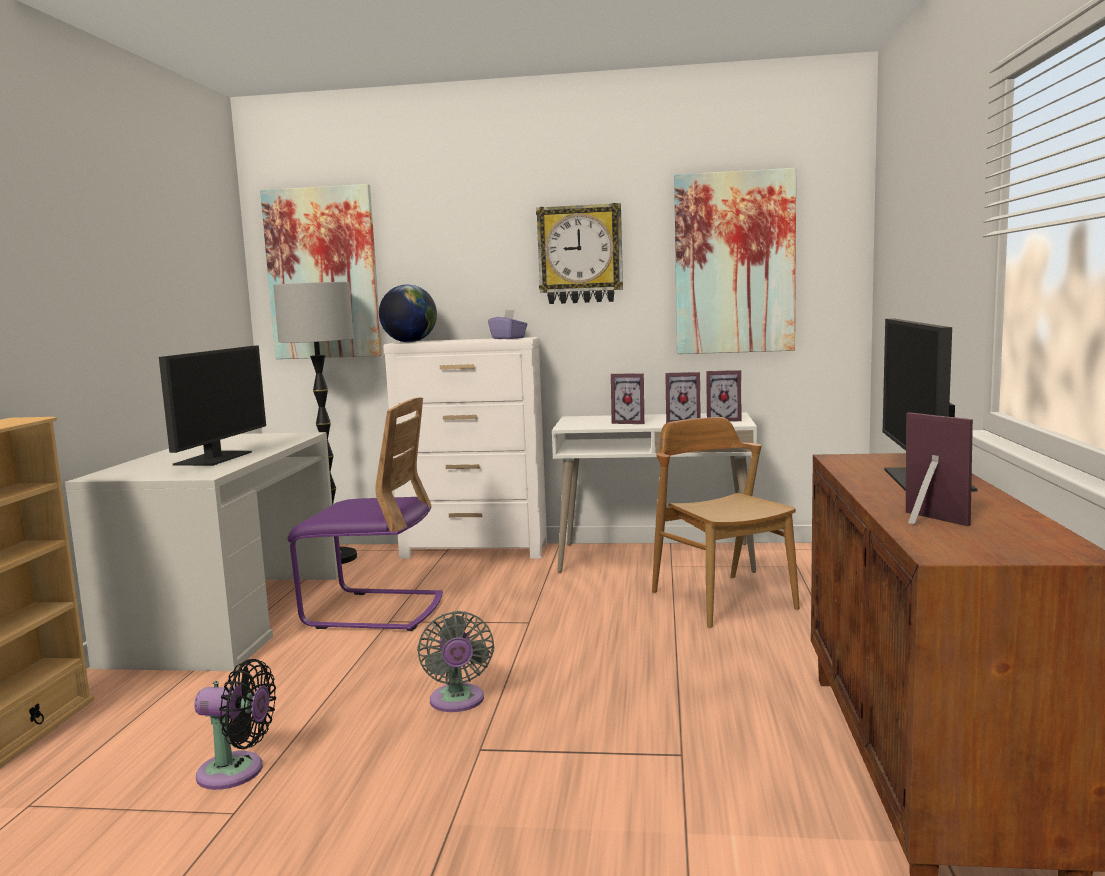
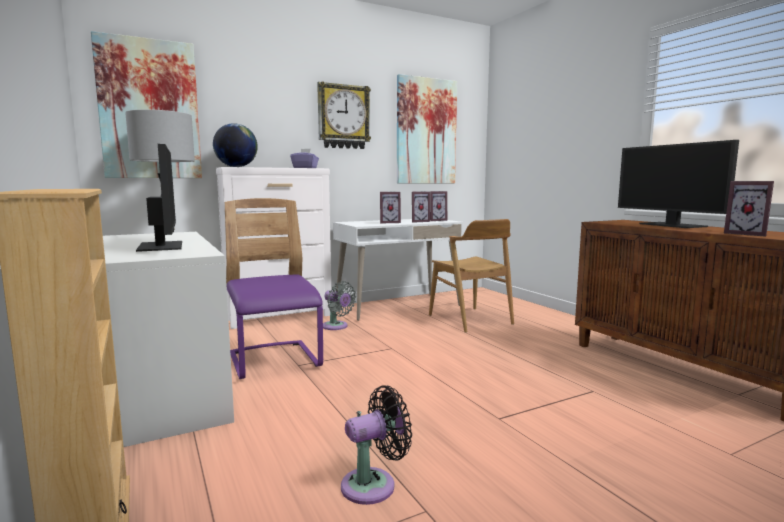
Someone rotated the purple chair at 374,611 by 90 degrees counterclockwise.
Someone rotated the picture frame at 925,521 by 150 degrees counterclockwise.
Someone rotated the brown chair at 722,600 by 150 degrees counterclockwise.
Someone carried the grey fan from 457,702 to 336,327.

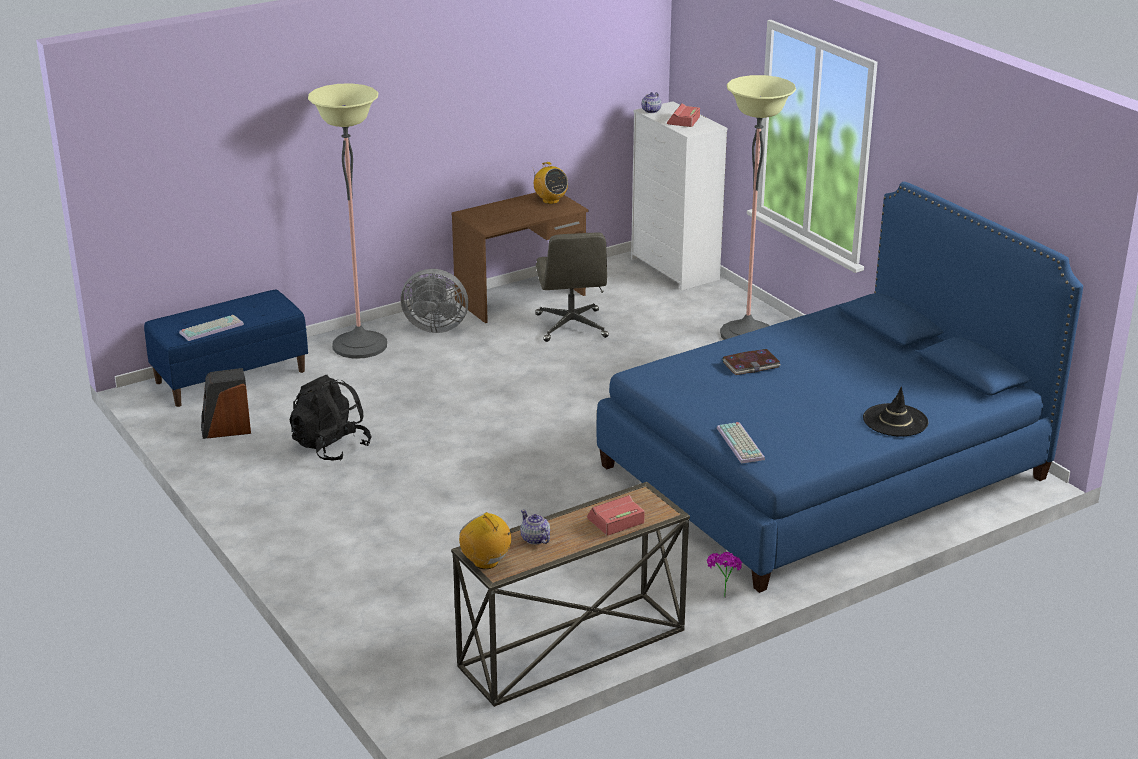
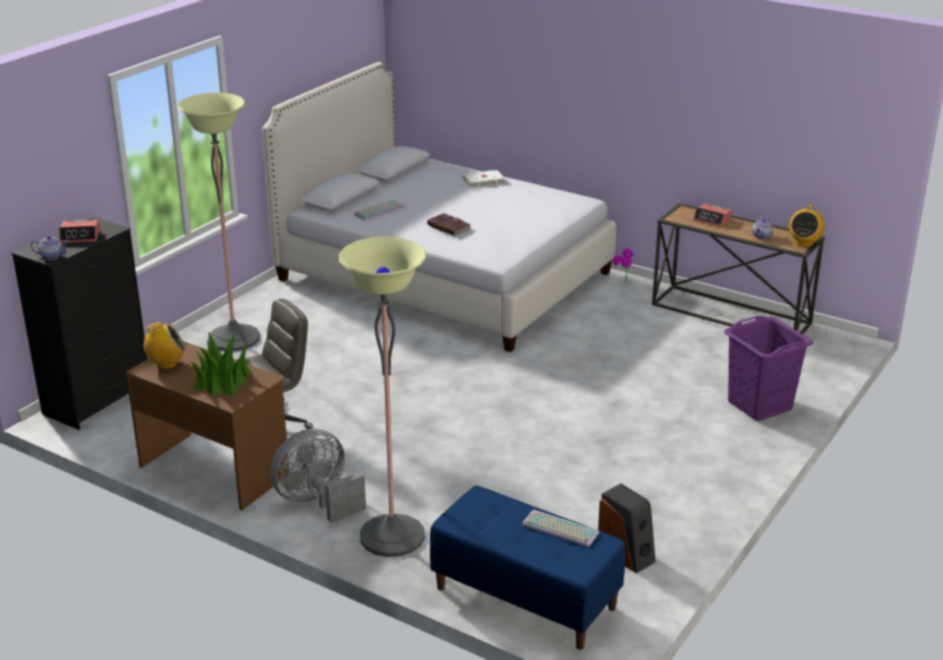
Someone repainted the white dresser at 675,269, which became the black dresser at 98,399.
Someone rotated the radio at 550,200 by 45 degrees clockwise.
Someone repainted the blue bed at 823,471, which became the white bed at 443,276.
Someone rotated the grey fan at 434,327 by 105 degrees counterclockwise.
Someone took away the black backpack at 331,447.
Someone swapped the black hat at 895,420 for the white book at 483,180.
Someone carried the keyboard from 742,444 to 379,210.
Someone put down the purple laundry basket at 759,406.
Someone put down the potted plant at 222,381.

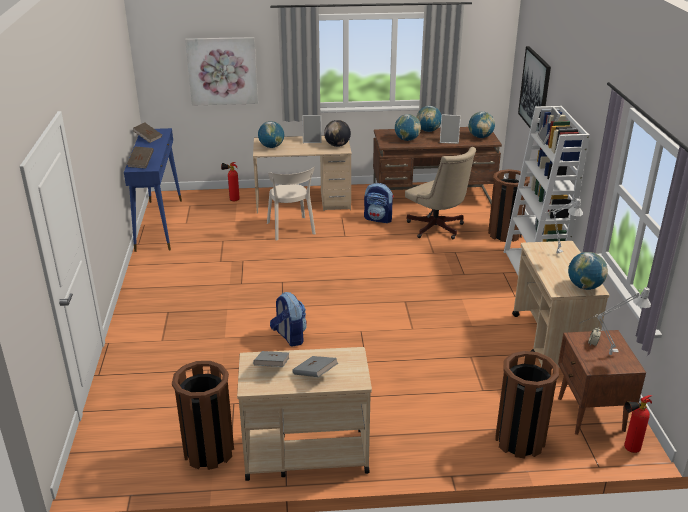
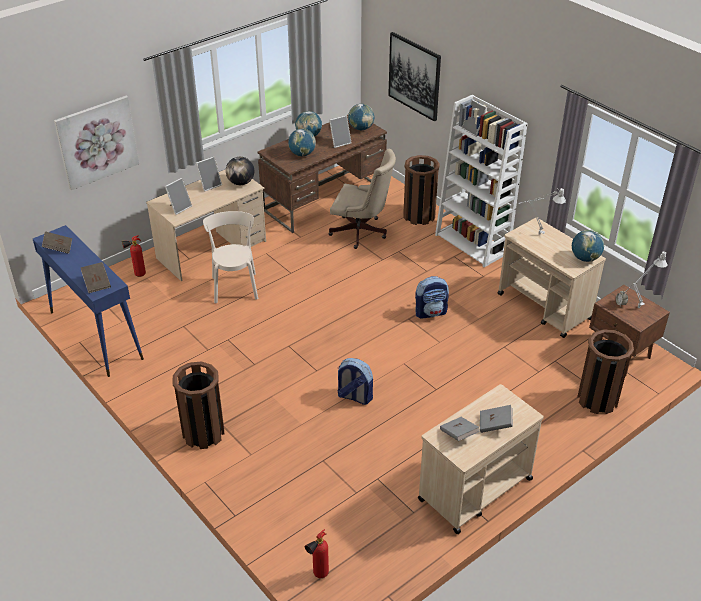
Someone swapped the globe at 271,147 for the picture frame at 179,207.
Someone rotated the beige chair at 291,229 by 135 degrees counterclockwise.
Someone carried the backpack from 378,219 to 431,312.
Someone carried the brown trash can from 209,451 to 203,433.
Someone carried the fire extinguisher from 628,449 to 318,575.

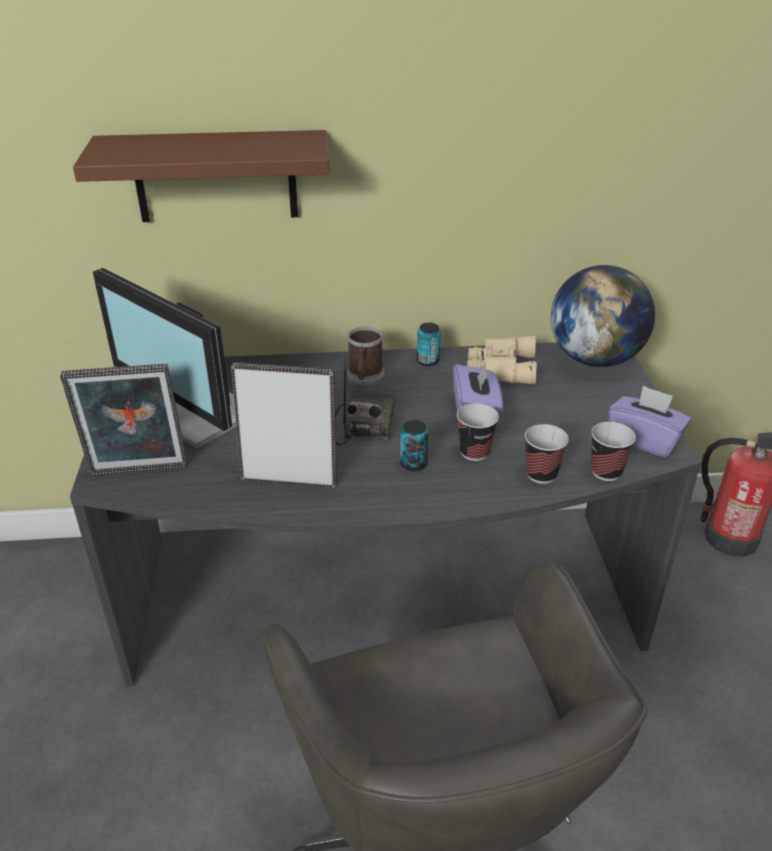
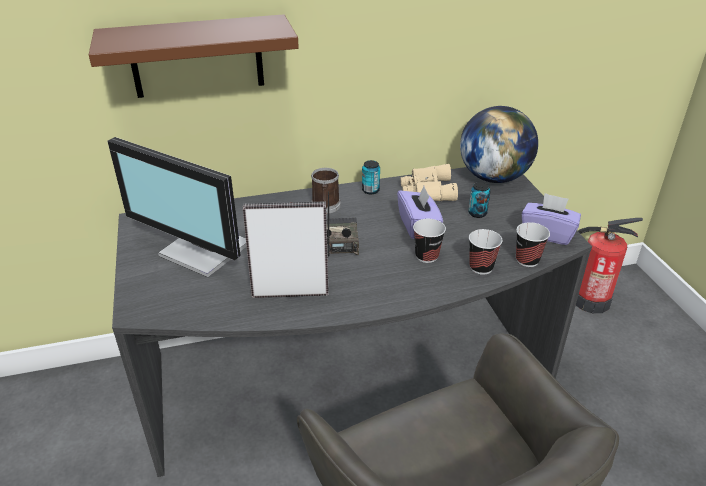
Someone took away the picture frame at 138,473.
Someone carried the can from 413,464 to 477,213.

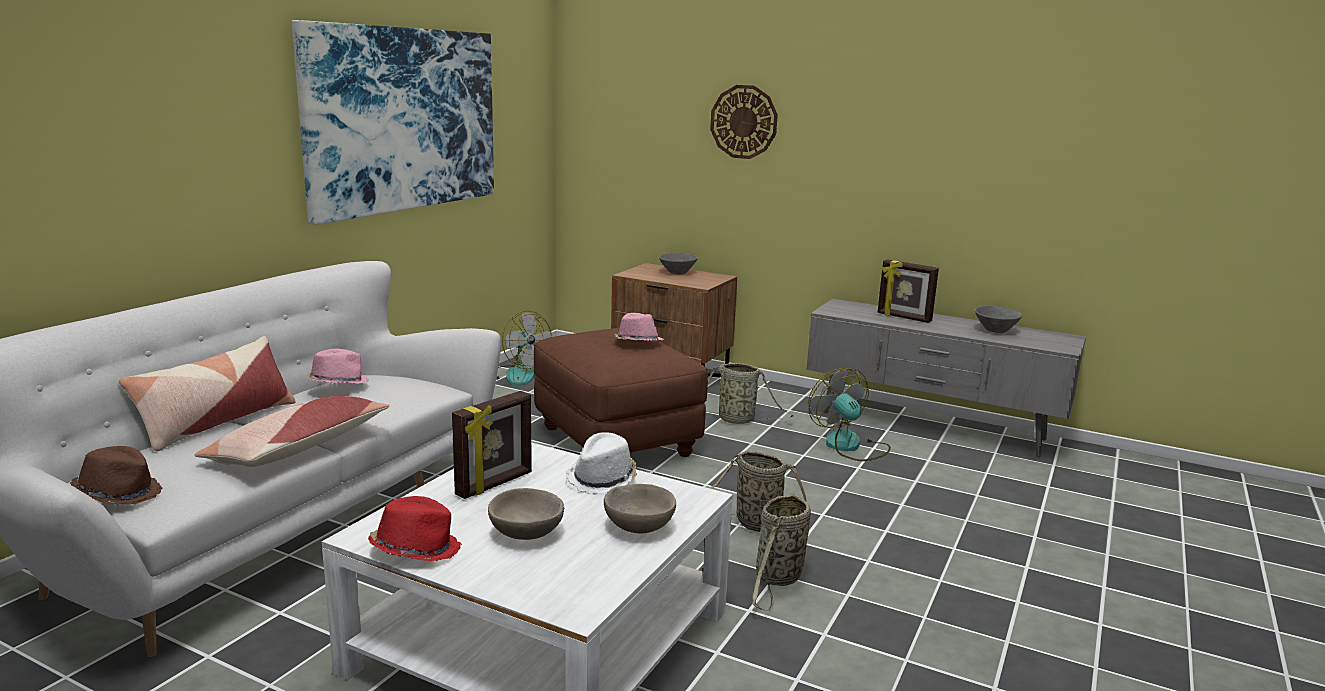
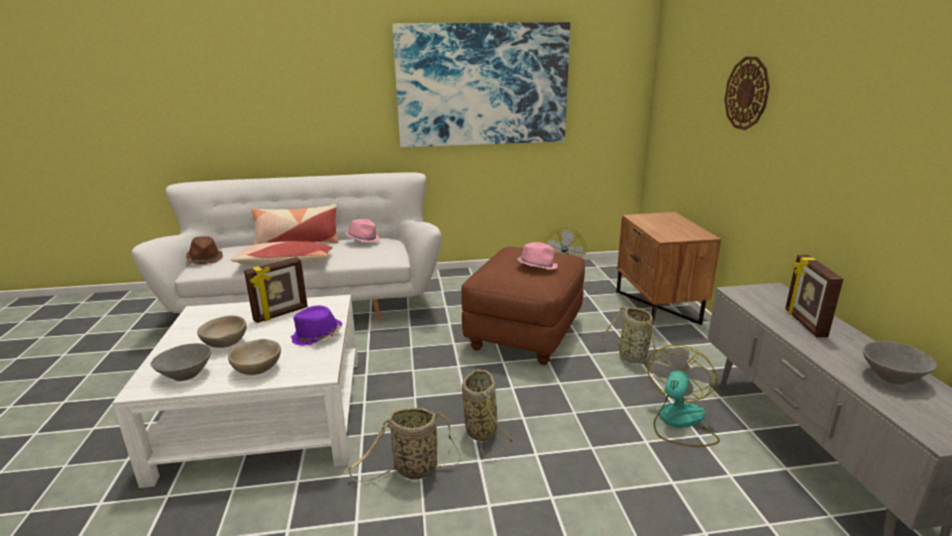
Someone carried the grey bowl from 677,273 to 185,375.
Someone rotated the picture frame at 495,484 by 45 degrees counterclockwise.
Someone repainted the white hat at 603,479, which became the purple hat at 317,336.
Someone took away the red hat at 416,549.

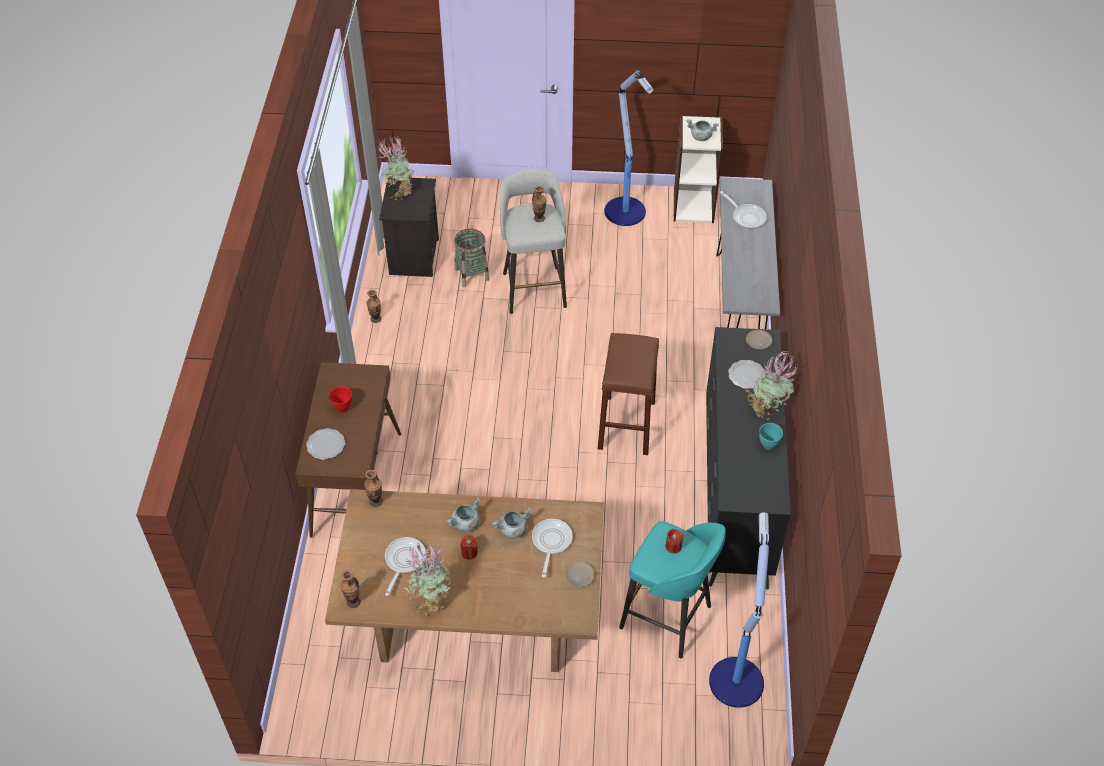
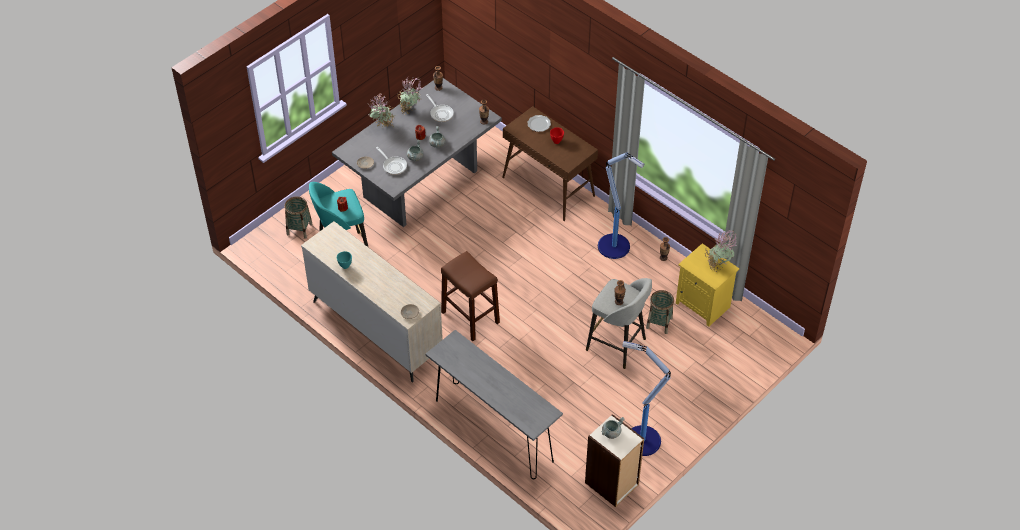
Someone repainted the black nightstand at 413,255, which became the yellow nightstand at 704,305.
Someone took away the frying pan at 746,217.
Someone repainted the black dresser at 735,497, which became the beige dresser at 375,329.
Someone carried the potted plant from 766,409 to 383,127.
Someone took away the plate at 746,375.
Someone repainted the brown dining table at 473,624, which became the grey dining table at 420,183.
Someone carried the floor lamp from 736,679 to 615,247.
Someone put down the basket at 299,229.

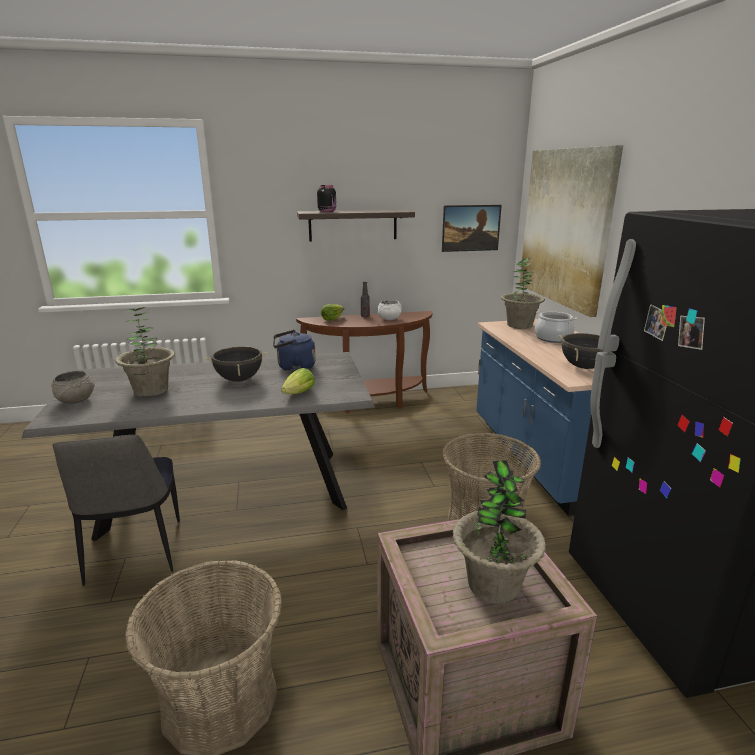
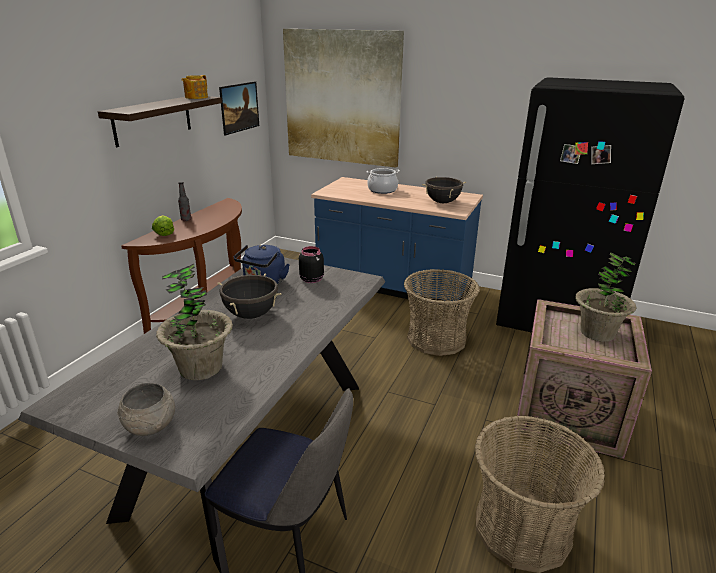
Someone carried the black jar from 327,211 to 311,279.
Someone took away the potted plant at 519,325.
Someone took away the white bowl at 389,319.
Someone took away the lettuce at 299,393.
Someone put down the teapot at 195,97.

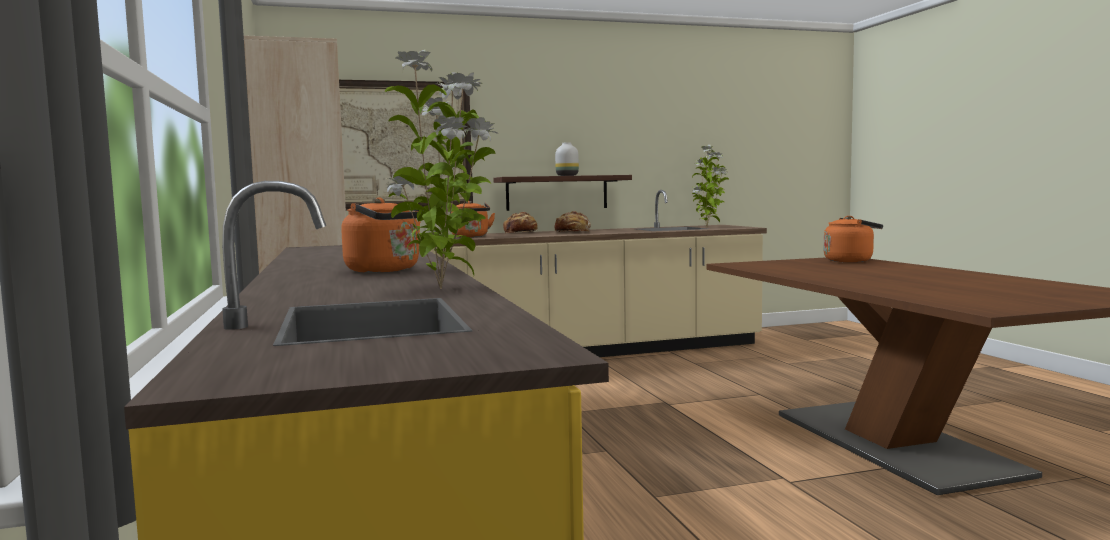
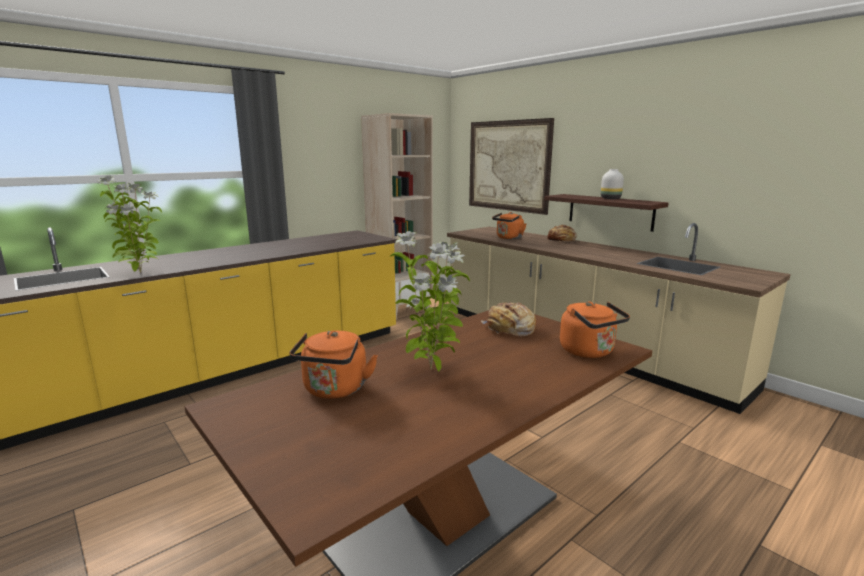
Someone carried the potted plant from 708,227 to 432,370.
Someone carried the orange kettle from 387,270 to 334,390.
Someone carried the bread from 572,232 to 510,329.

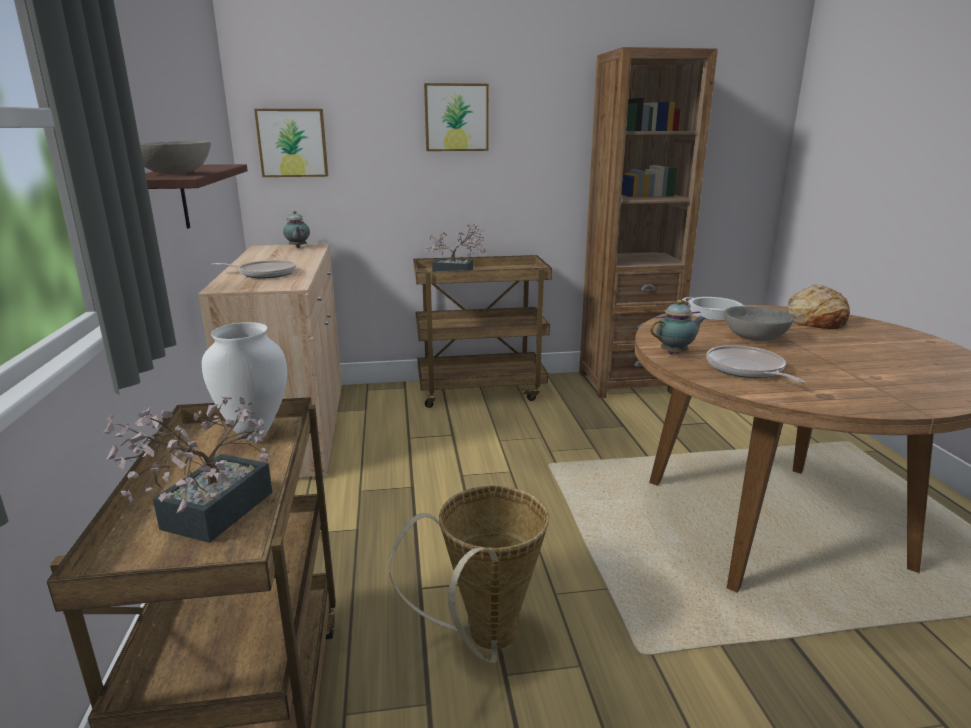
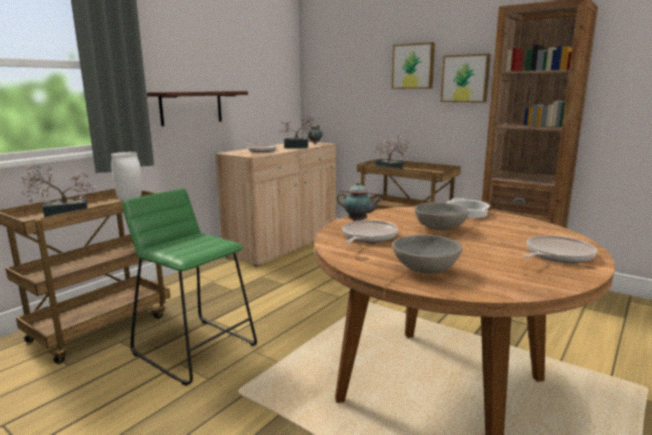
Someone carried the picture from 292,143 to 465,78.
Someone carried the grey bowl from 173,174 to 425,269.
Someone took away the bread at 815,320.
Someone swapped the basket at 484,640 for the green stool at 196,349.
Someone put down the potted plant at 299,147.
Someone put down the frying pan at 556,255.

